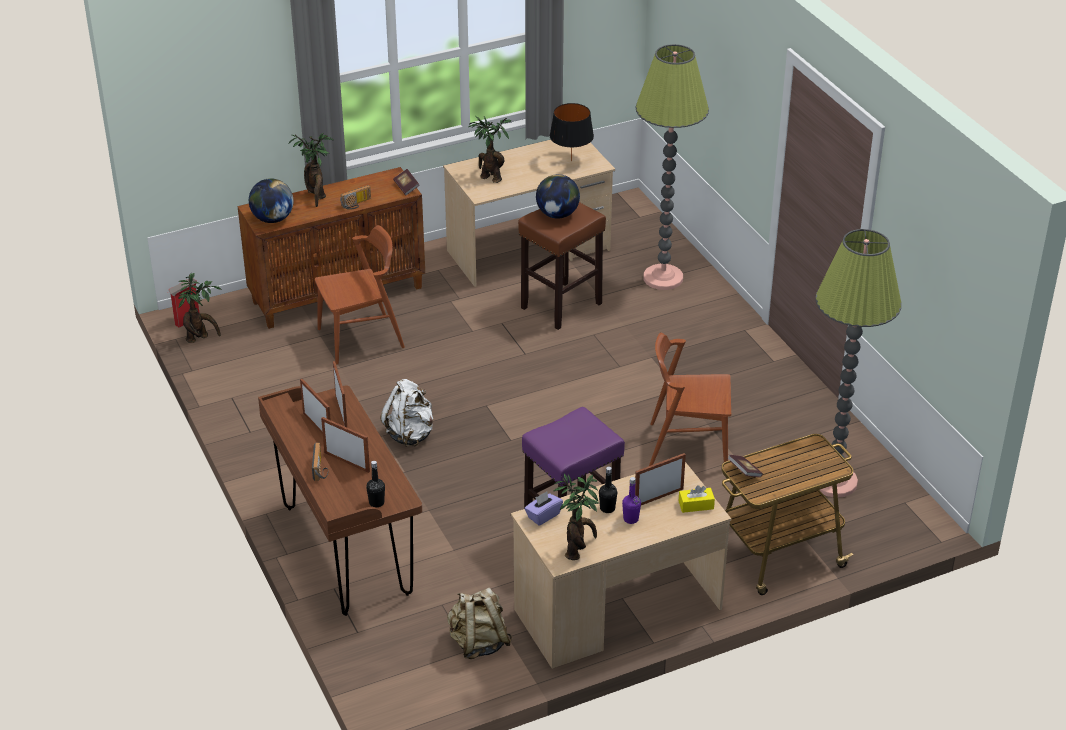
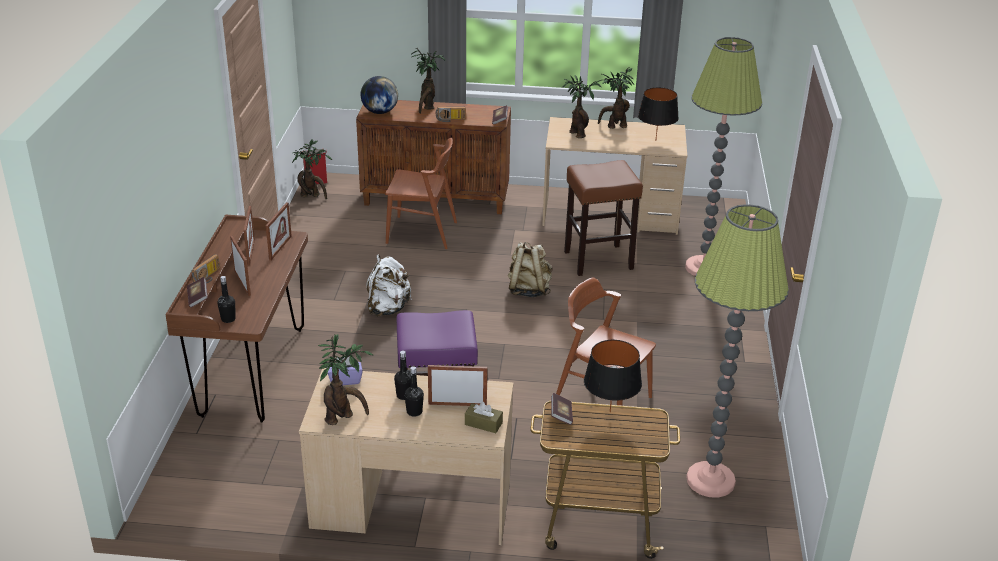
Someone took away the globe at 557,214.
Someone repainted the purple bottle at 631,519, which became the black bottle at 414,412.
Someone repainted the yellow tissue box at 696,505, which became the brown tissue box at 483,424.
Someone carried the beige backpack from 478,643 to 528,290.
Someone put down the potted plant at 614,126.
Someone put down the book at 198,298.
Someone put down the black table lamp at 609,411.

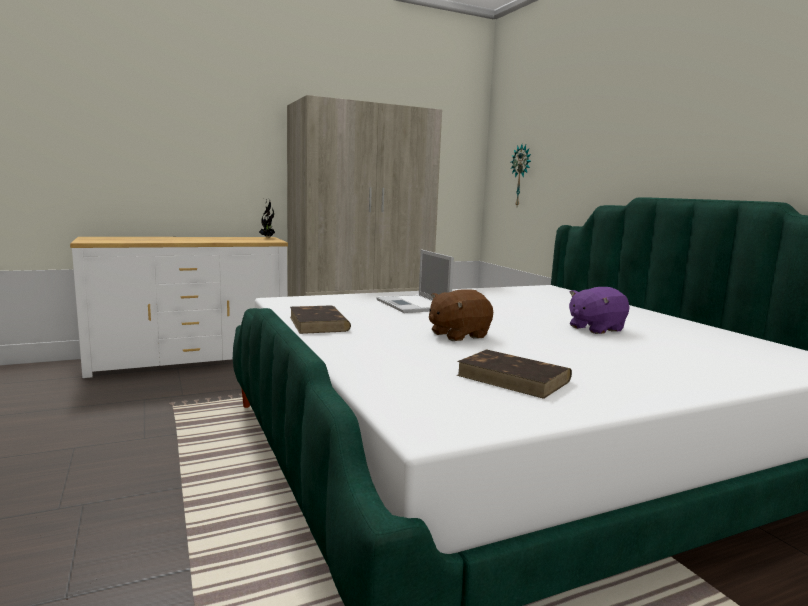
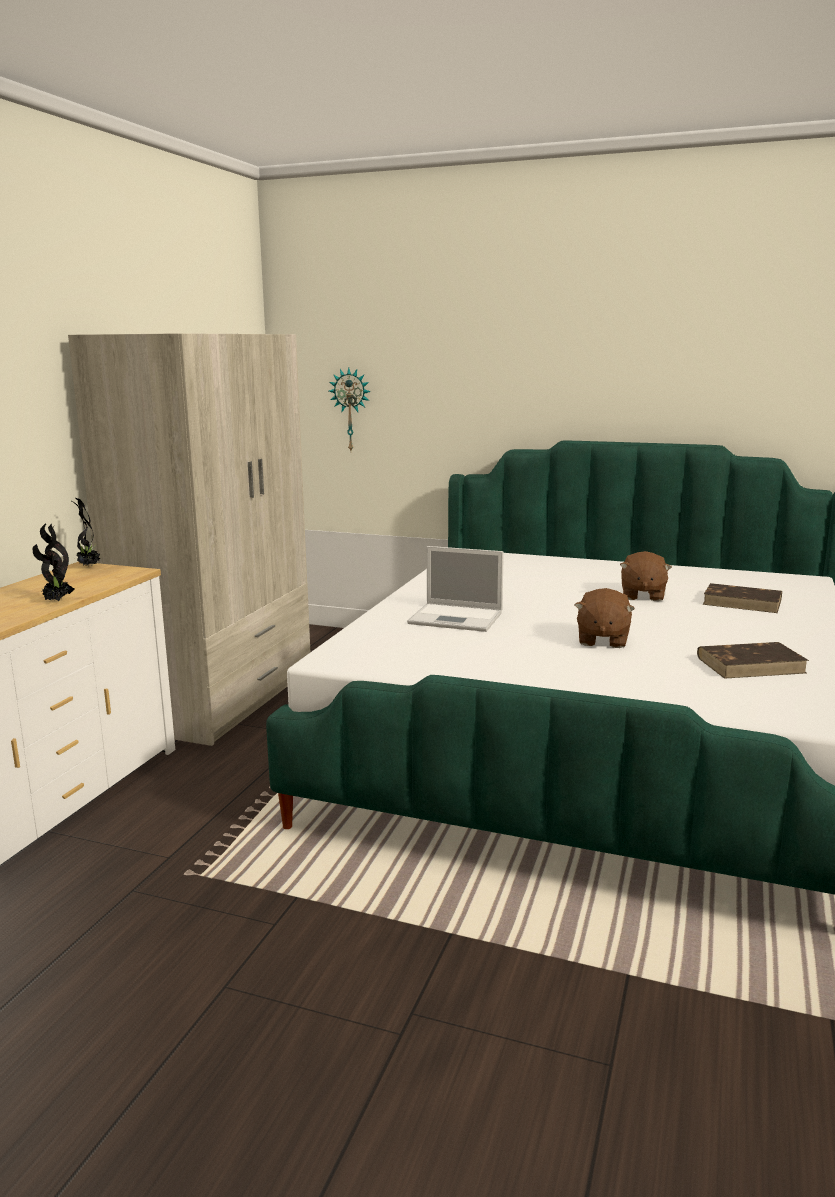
Someone repainted the purple plush toy at 595,328, which became the brown plush toy at 642,595.
Someone carried the brown book from 319,324 to 743,602.
Someone put down the potted plant at 57,601.

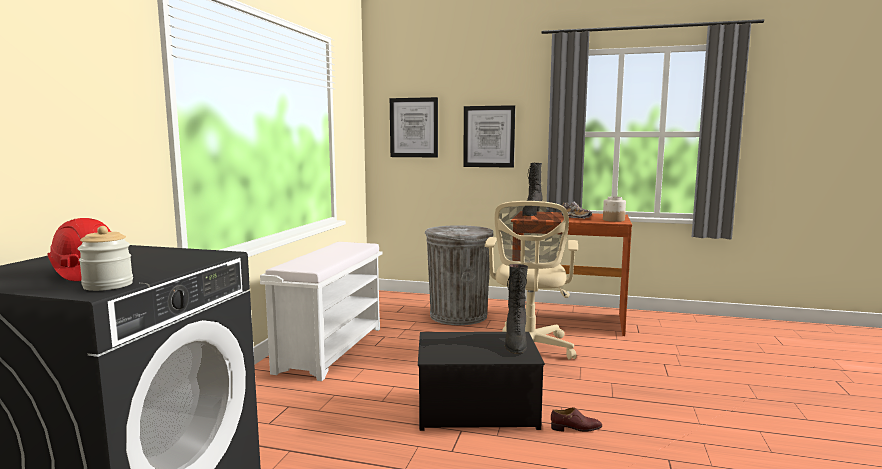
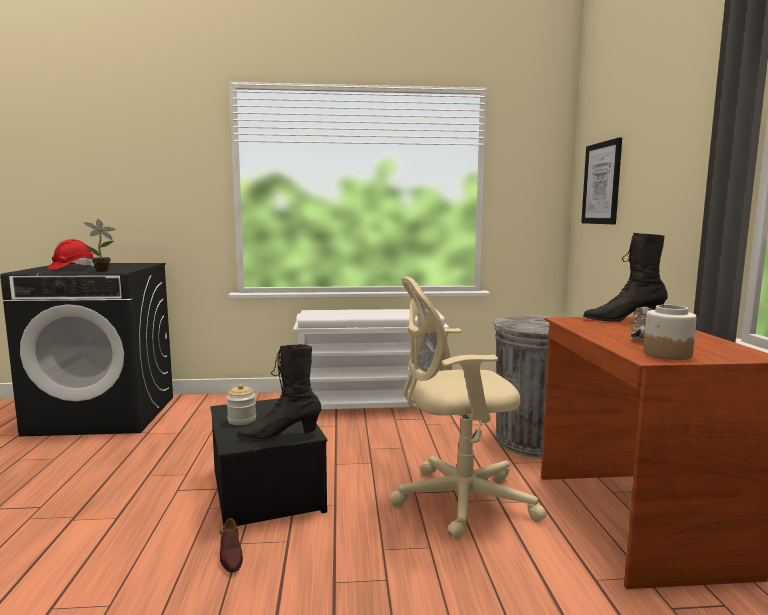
Someone took away the picture at 489,136.
Someone carried the jar from 108,285 to 242,420.
Someone put down the potted plant at 104,271.

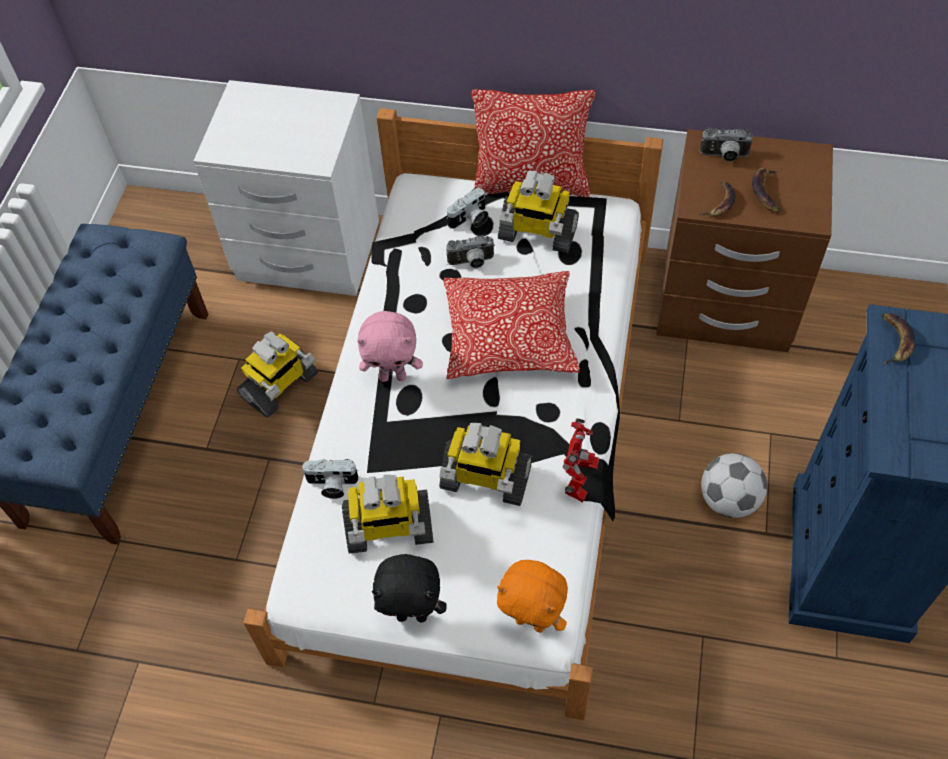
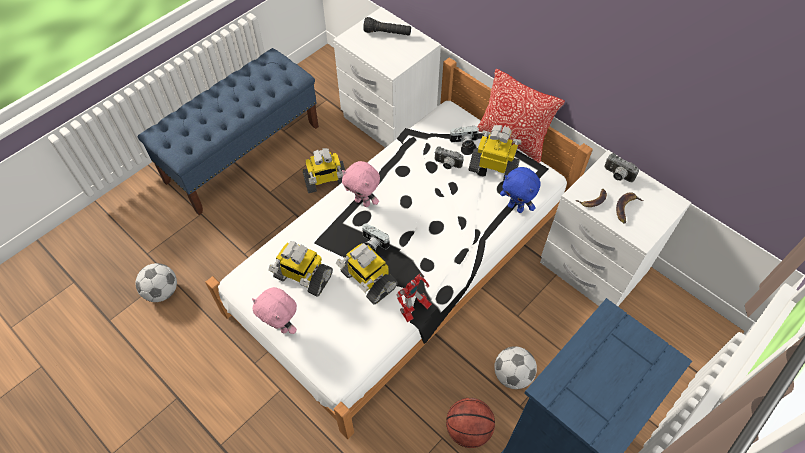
Someone repainted the brown nightstand at 724,306, which became the white nightstand at 592,268.
Someone rotated the toy robot at 537,233 by 150 degrees clockwise.
Someone took away the pillow at 509,337.
Someone took away the banana at 894,340.
Someone carried the photo camera from 331,485 to 373,243.
Someone repainted the black plush toy at 412,614, which became the pink plush toy at 281,326.
Someone took away the orange plush toy at 532,621.
Someone put down the black flashlight at 387,33.
Someone put down the blue plush toy at 516,207.
Someone put down the football at 162,291.
Someone put down the basketball at 468,429.

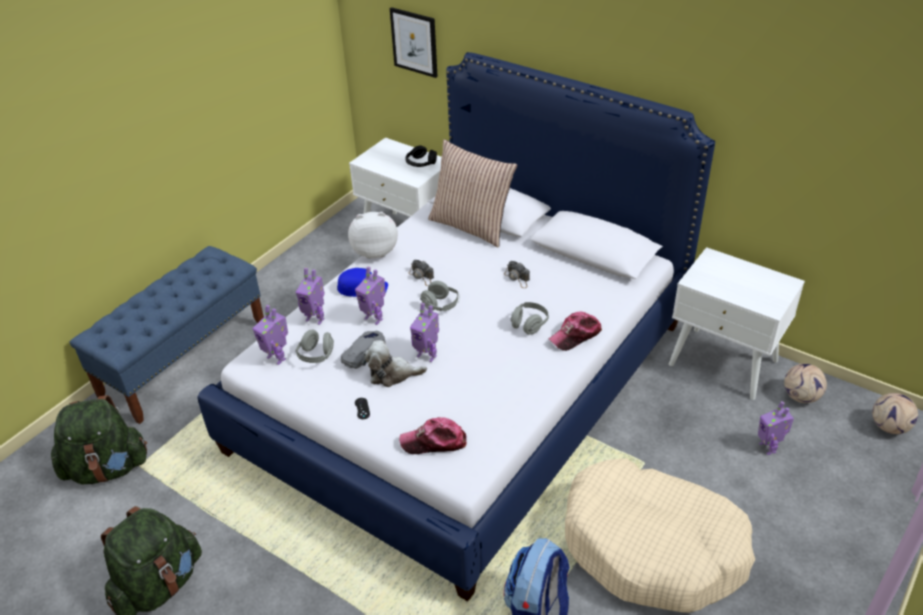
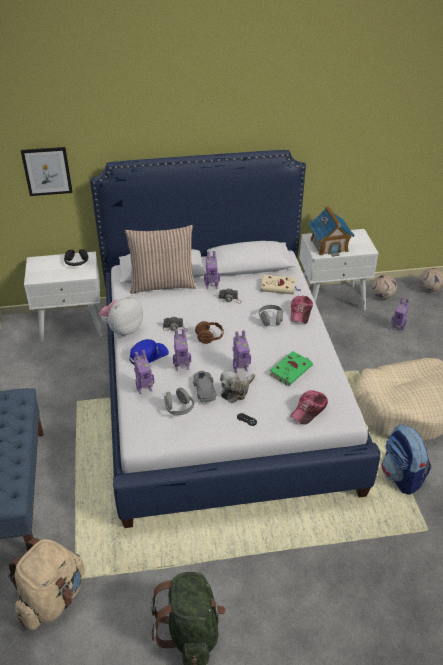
Someone repainted the grey headphones at 441,305, which became the brown headphones at 210,337.
Someone carried the toy robot from 277,357 to 211,286.
Someone repainted the green backpack at 107,468, which became the beige backpack at 52,598.
Someone put down the toy house at 329,245.
Someone put down the beige book at 279,287.
Someone put down the green book at 291,370.

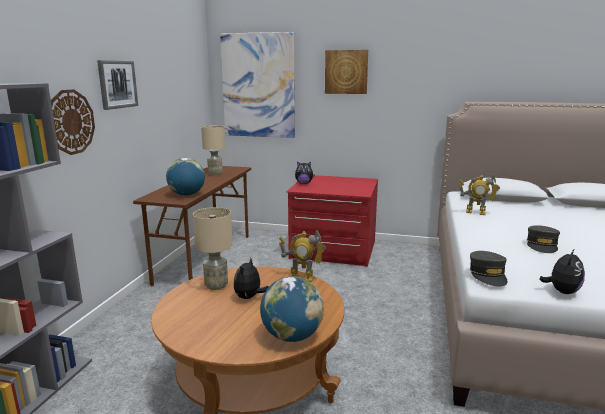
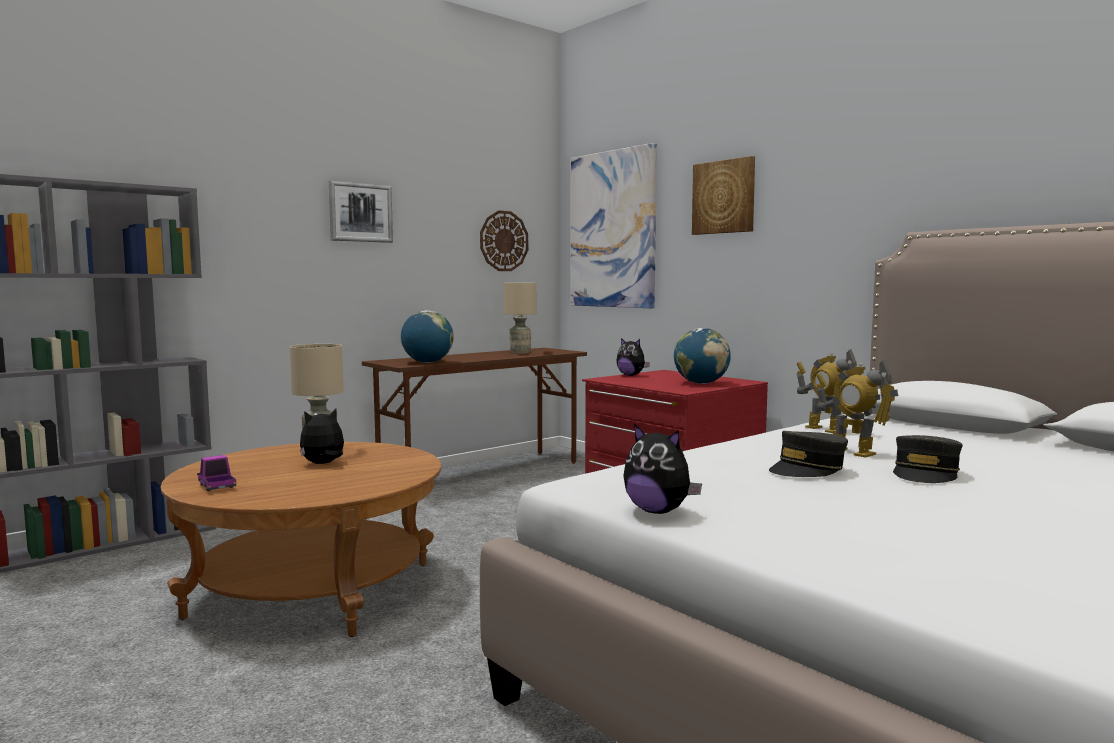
Someone carried the wall clock from 71,122 to 503,241.
Someone carried the toy robot from 301,277 to 851,452.
Someone rotated the plush toy at 562,291 by 60 degrees clockwise.
Someone carried the grey cap from 488,275 to 925,473.
Someone carried the globe from 292,336 to 701,383.
Someone put down the toy truck at 217,486.

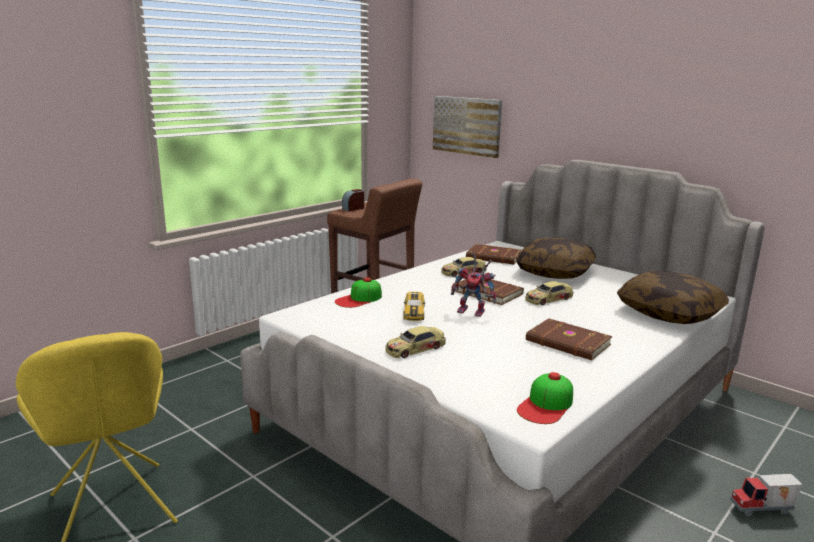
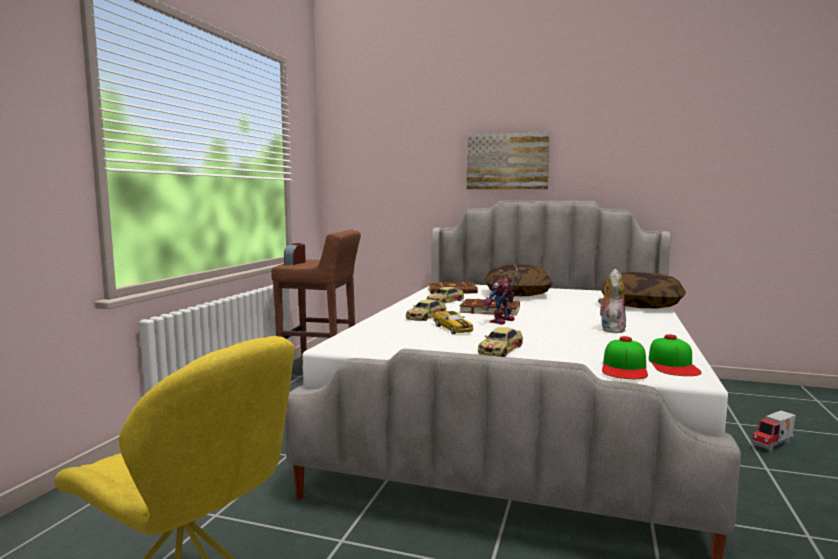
Someone carried the picture from 467,125 to 507,161.
Someone rotated the toy robot at 474,311 by 135 degrees clockwise.
Someone carried the cap from 359,299 to 624,367.
Someone carried the toy car from 548,299 to 426,316.
Someone swapped the brown book at 568,343 for the plush toy at 611,329.

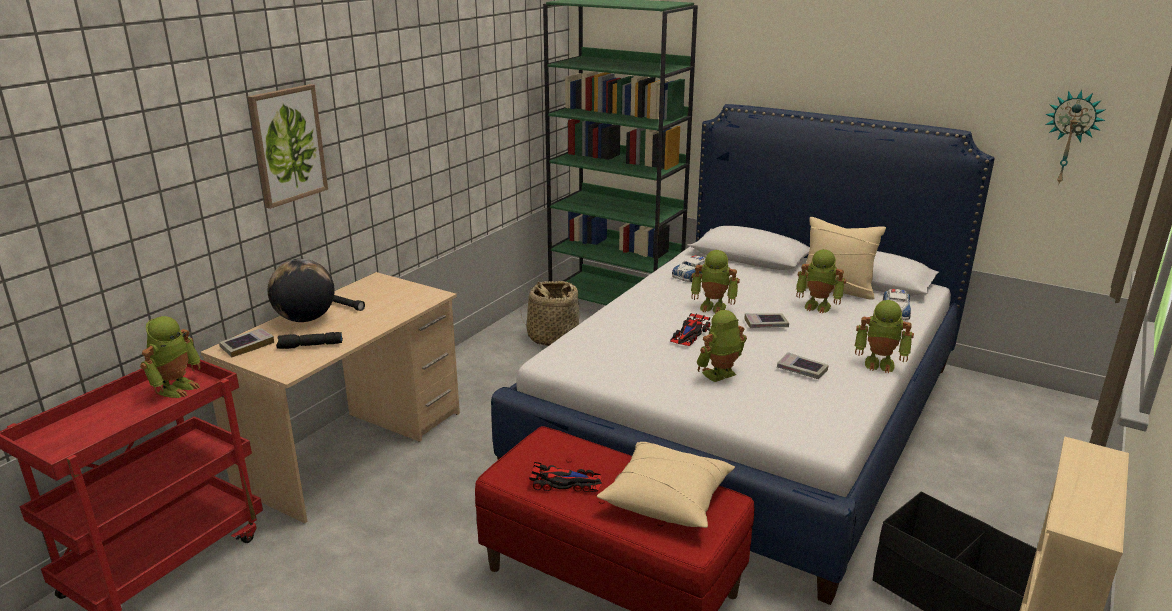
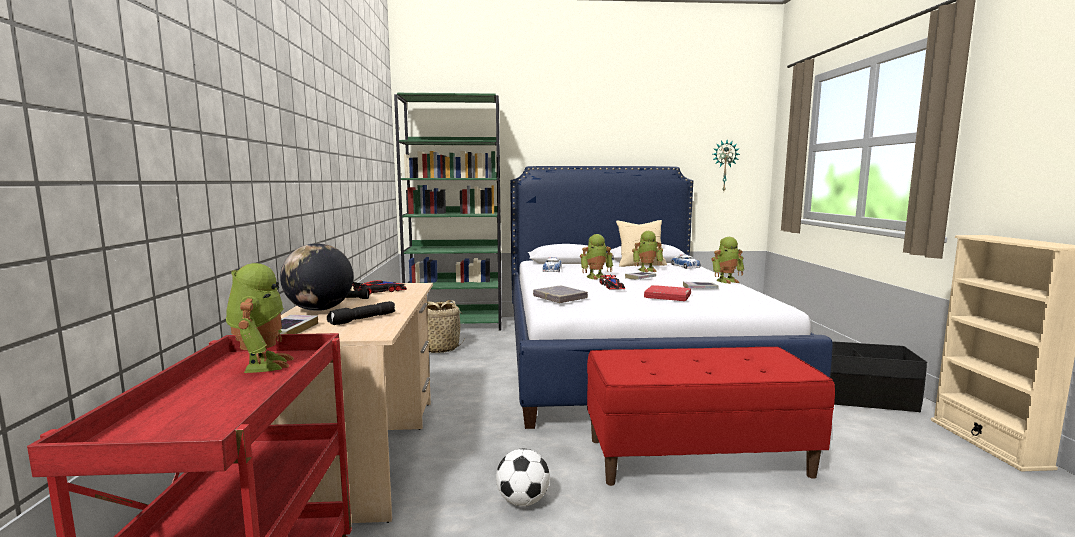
Someone took away the picture at 287,145.
Someone swapped the toy robot at 720,375 for the red book at 667,297.
Someone took away the beige pillow at 667,498.
Someone carried the toy car from 566,483 to 379,291.
Someone put down the grey book at 560,298.
Someone put down the football at 523,501.

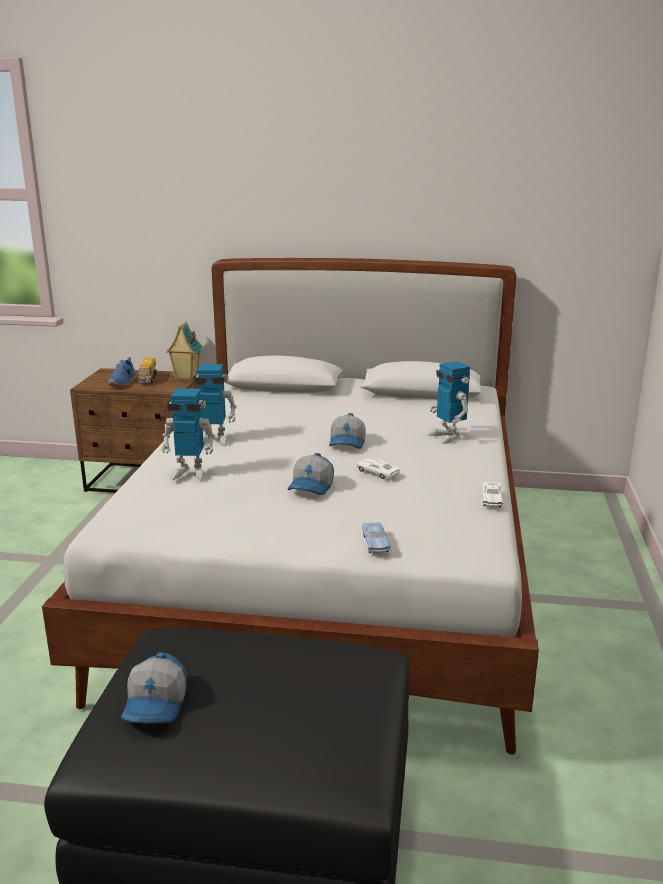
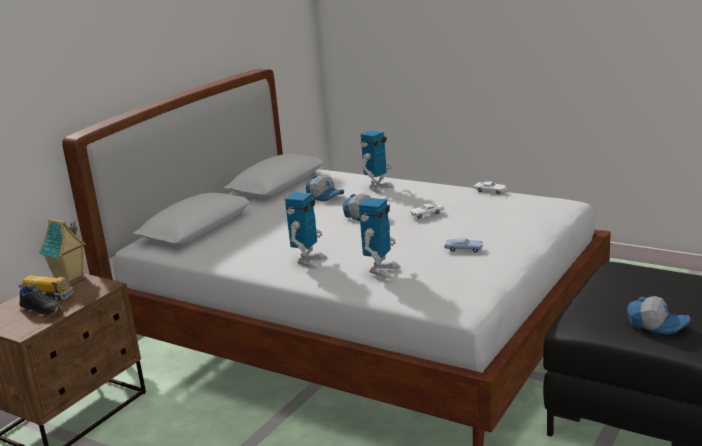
Someone repainted the blue shoe at 123,382, which became the black shoe at 43,310.
Someone rotated the toy robot at 447,436 by 45 degrees counterclockwise.
Someone carried the cap from 312,487 to 325,196.
Someone carried the blue toy car from 375,543 to 464,249.

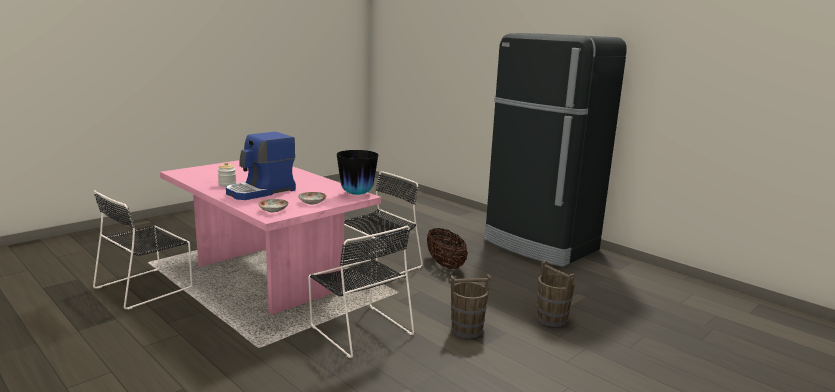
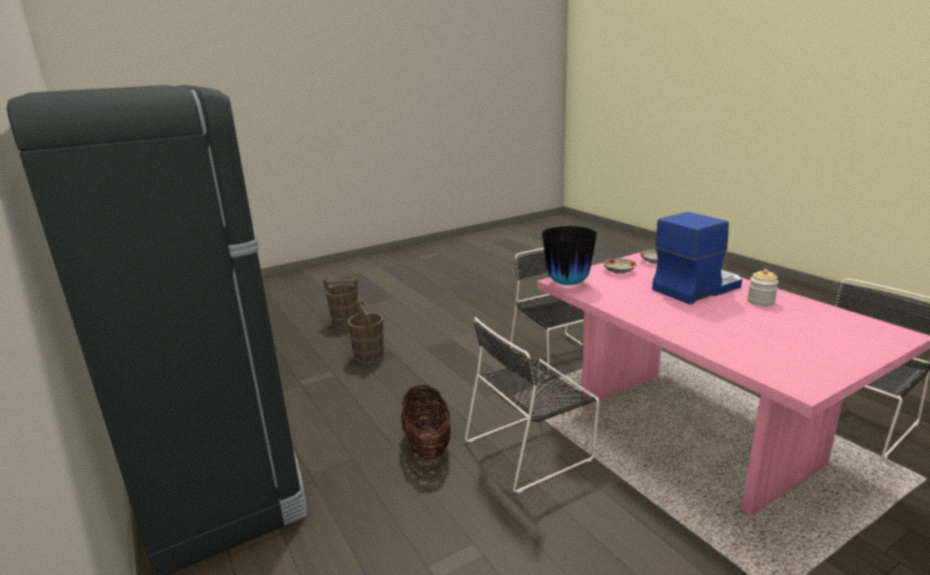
Someone carried the brown bucket from 467,330 to 345,323.

